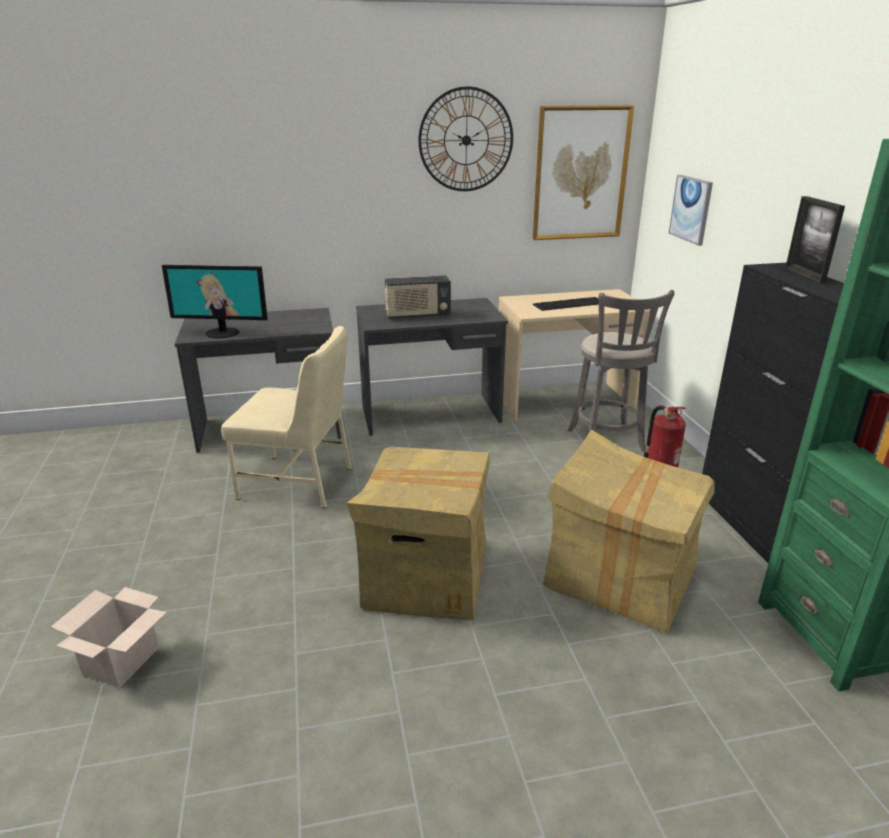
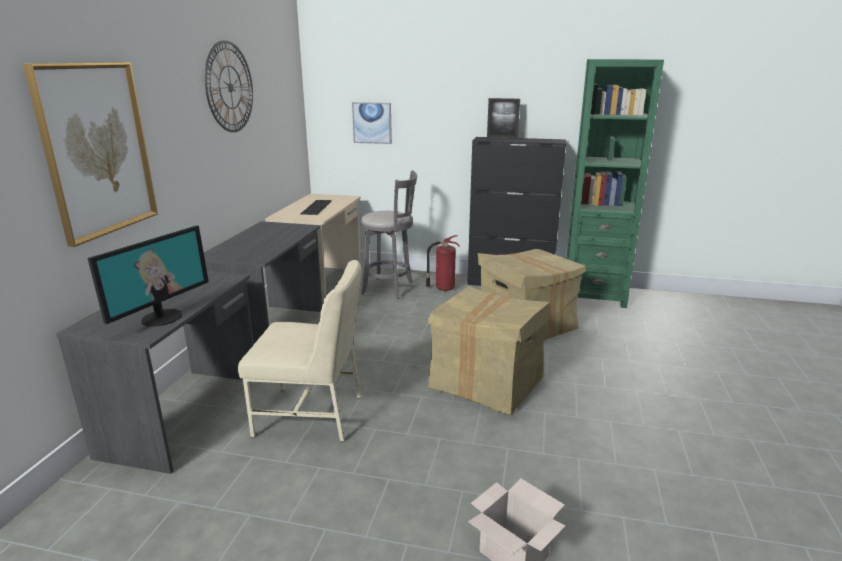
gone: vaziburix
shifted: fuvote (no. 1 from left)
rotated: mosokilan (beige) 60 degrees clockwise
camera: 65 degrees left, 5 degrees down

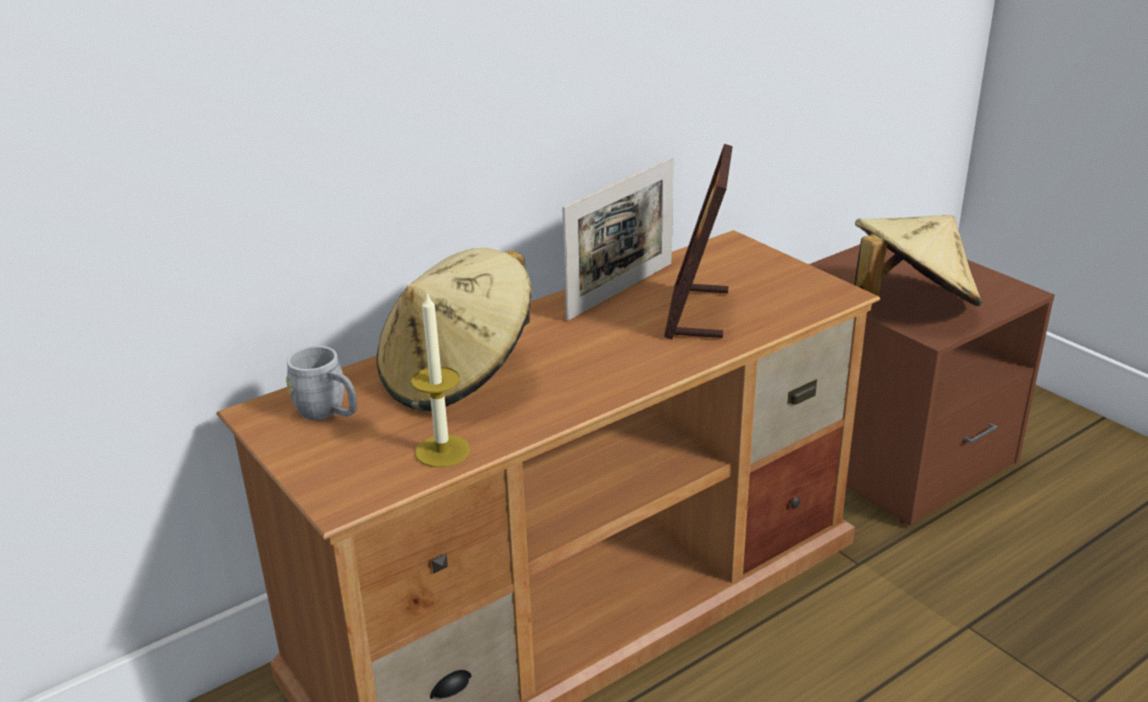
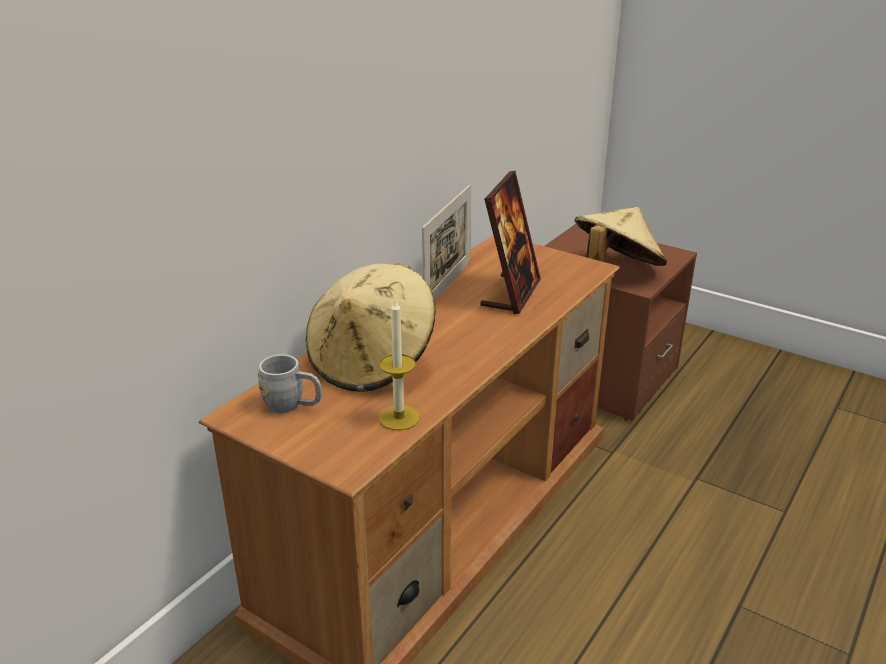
rotated: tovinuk (no. 2 from left) 150 degrees counterclockwise
camera: 20 degrees left, 0 degrees up

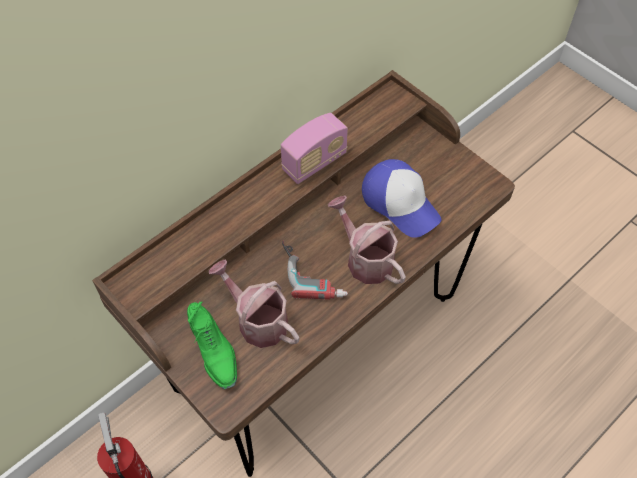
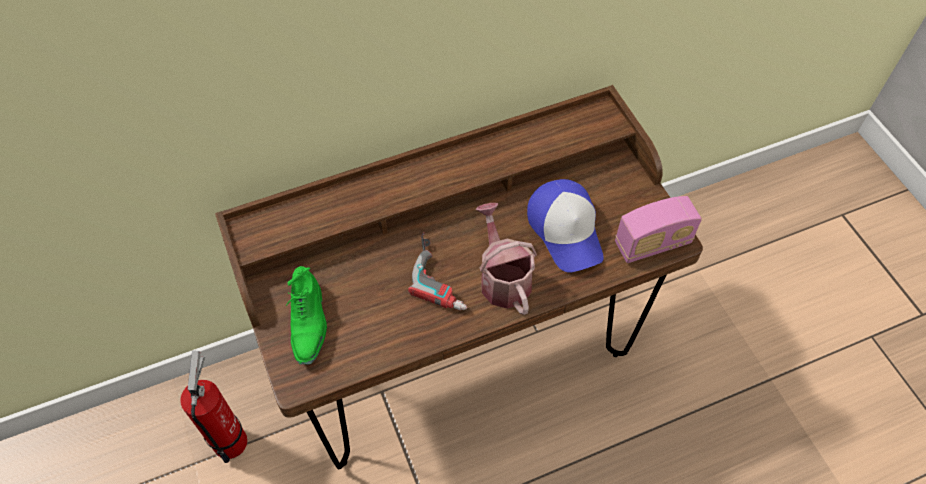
gone: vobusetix (no. 1 from left)
shifted: vaziburix
camera: 20 degrees right, 0 degrees up

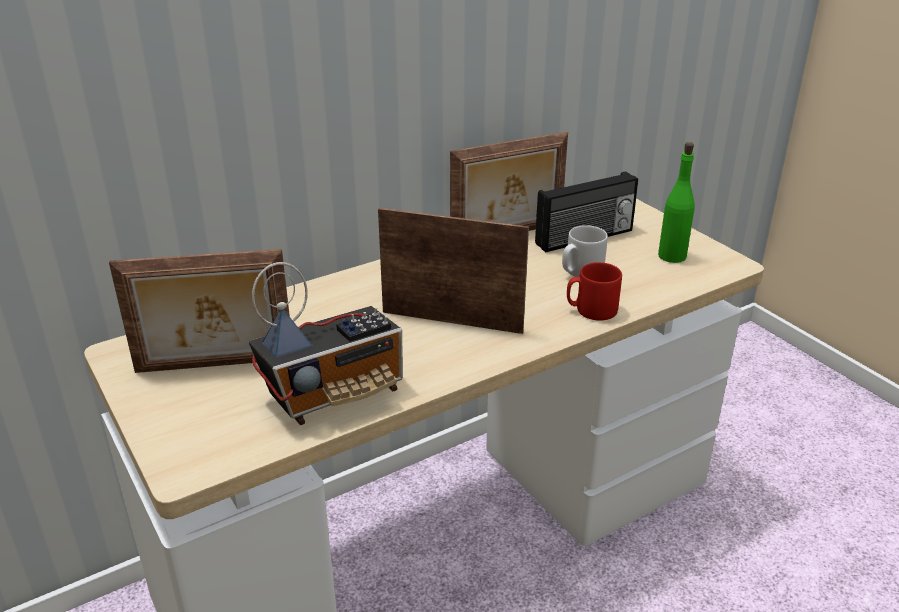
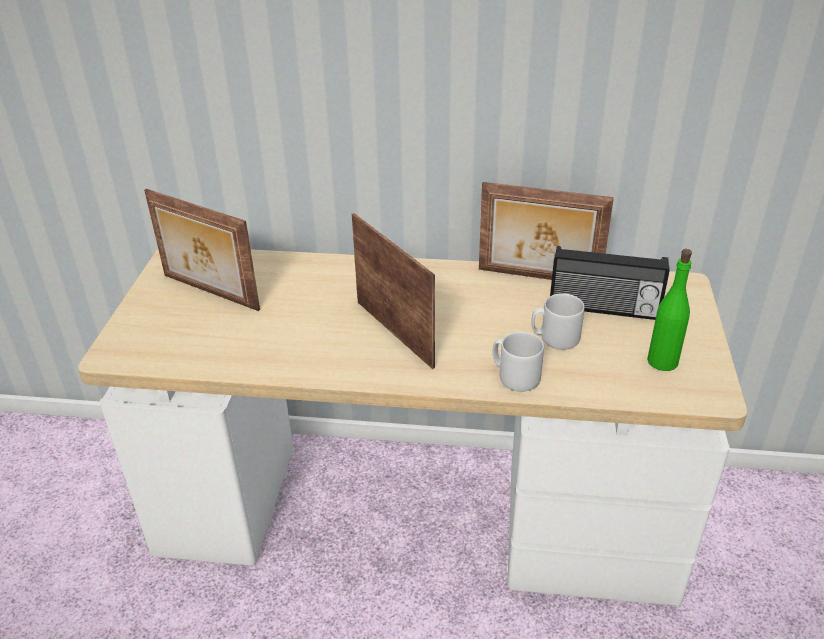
gone: vaziburix (no. 1 from left)
repainted: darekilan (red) to darekilan (grey) (no. 1 from left)
camera: 40 degrees right, 5 degrees up

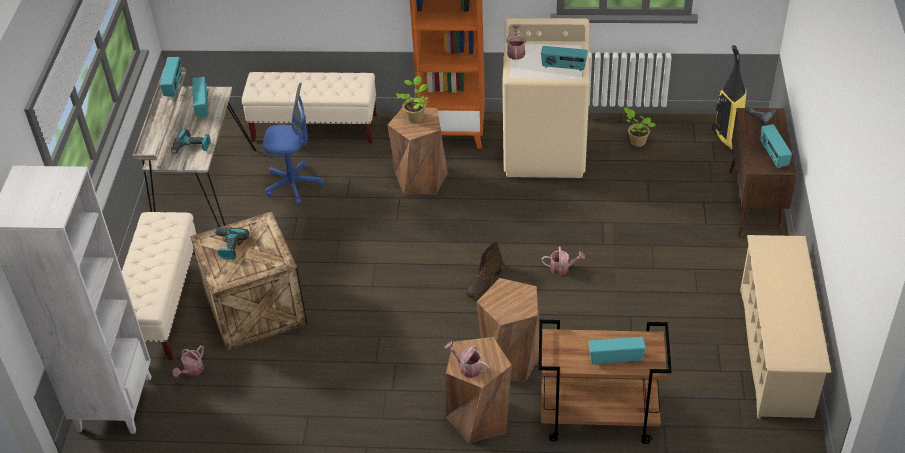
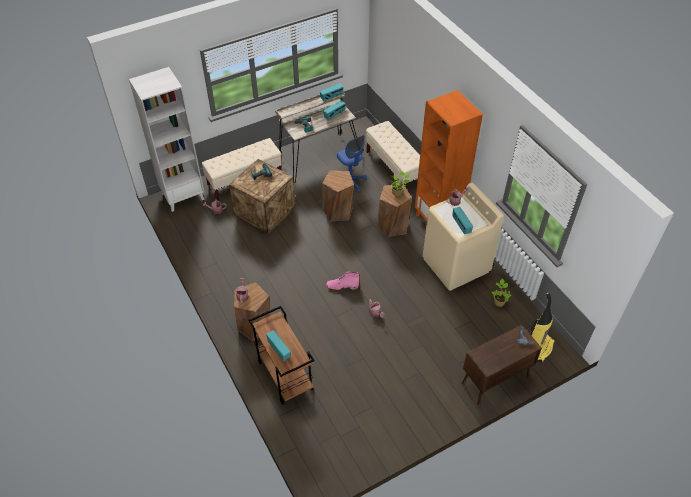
gone: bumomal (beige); vaziburix (no. 5 from left)
shifted: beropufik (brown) (no. 3 from left in the first image) to beropufik (brown) (no. 2 from left)
repainted: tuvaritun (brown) to tuvaritun (pink)
camera: 55 degrees right, 5 degrees up

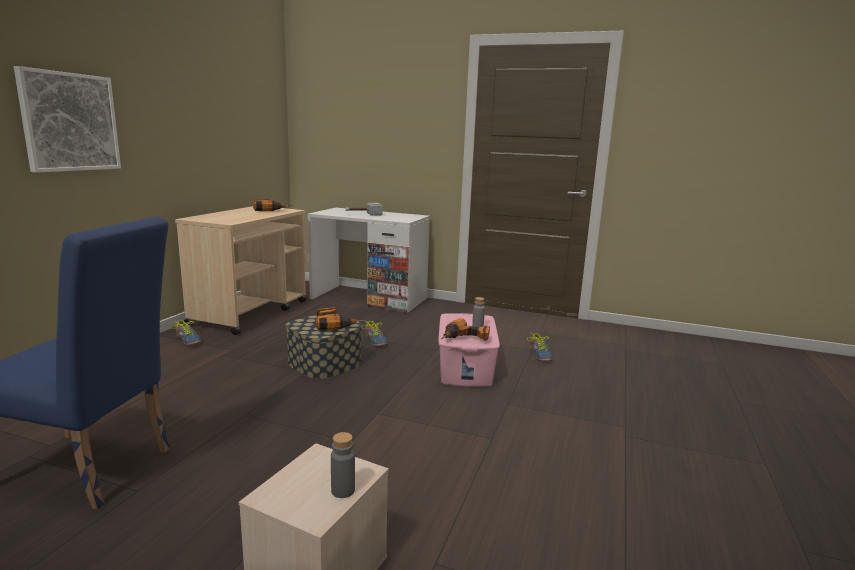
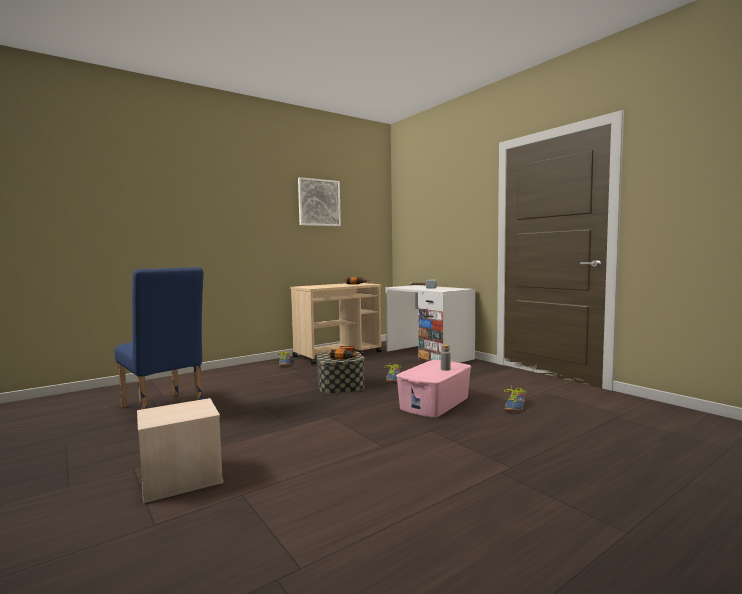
gone: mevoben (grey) (no. 1 from left); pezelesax (no. 3 from left)
shifted: fuvote
camera: 35 degrees right, 10 degrees down

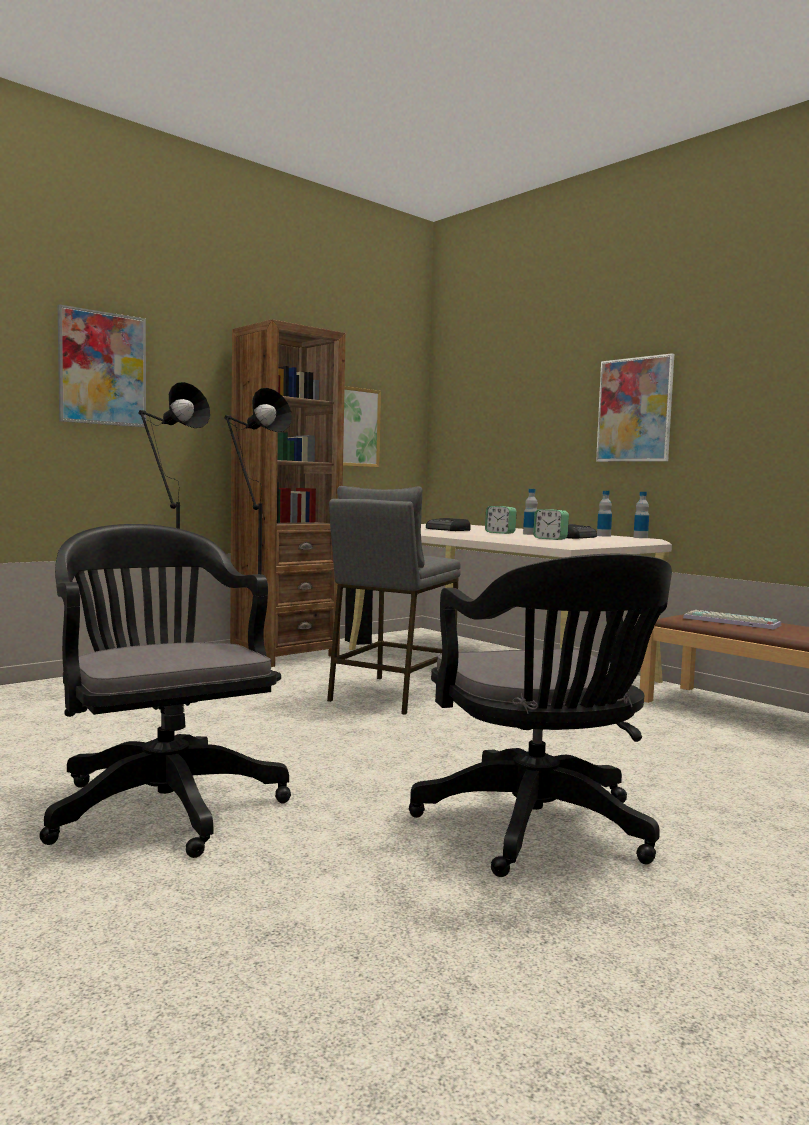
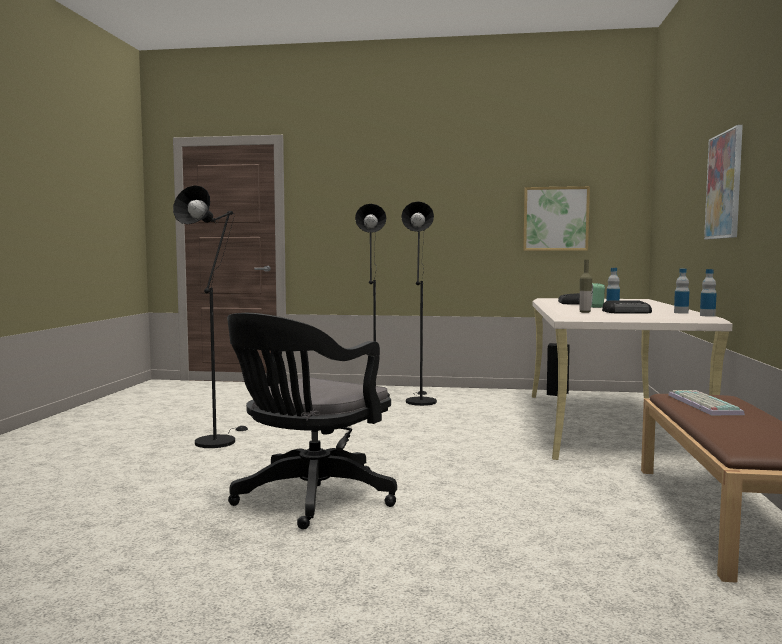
gone: fuvote (no. 1 from left); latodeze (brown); beropufik (grey)
swapped: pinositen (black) (no. 1 from left) to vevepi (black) (no. 1 from left); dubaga (no. 2 from left) to mevoben (no. 1 from left)
camera: 50 degrees right, 0 degrees up

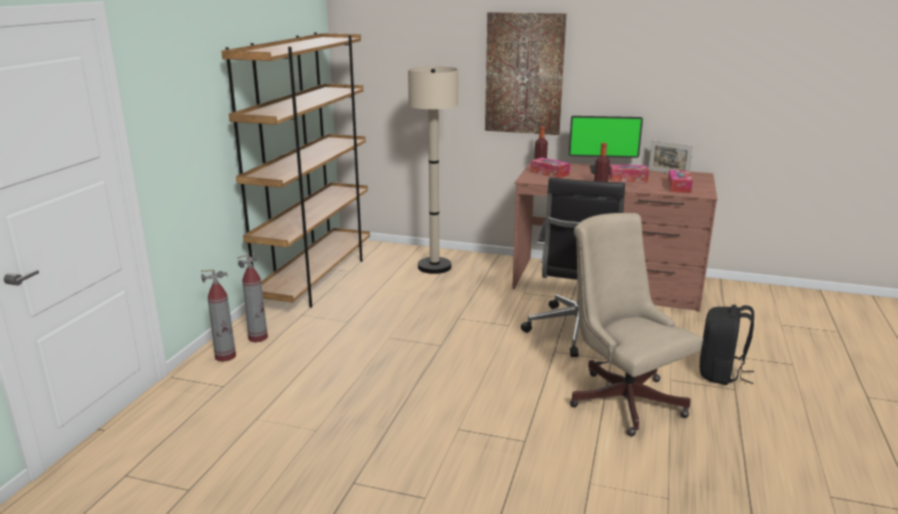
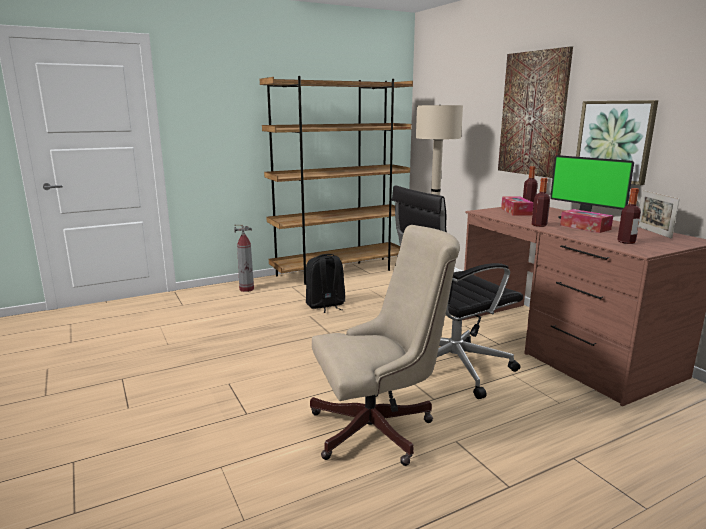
gone: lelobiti (no. 1 from left)
new: fuvote (no. 2 from left)
shifted: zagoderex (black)
swapped: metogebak (no. 3 from left) to mevoben (no. 3 from left)
rotated: pinositen (beige) 60 degrees clockwise
camera: 45 degrees right, 5 degrees down

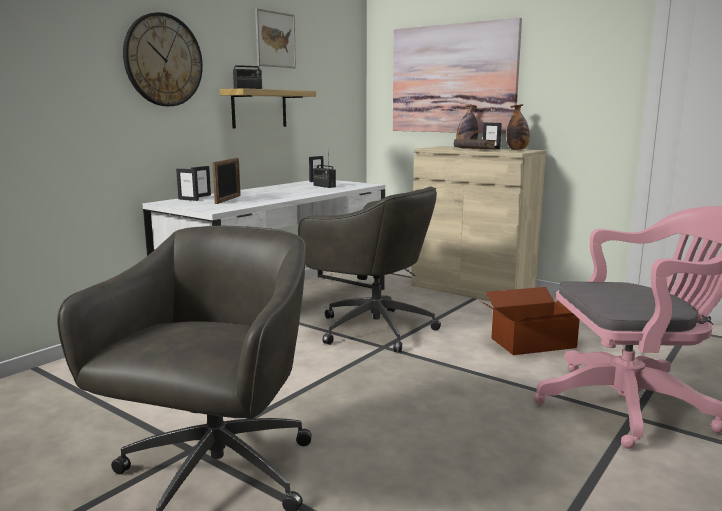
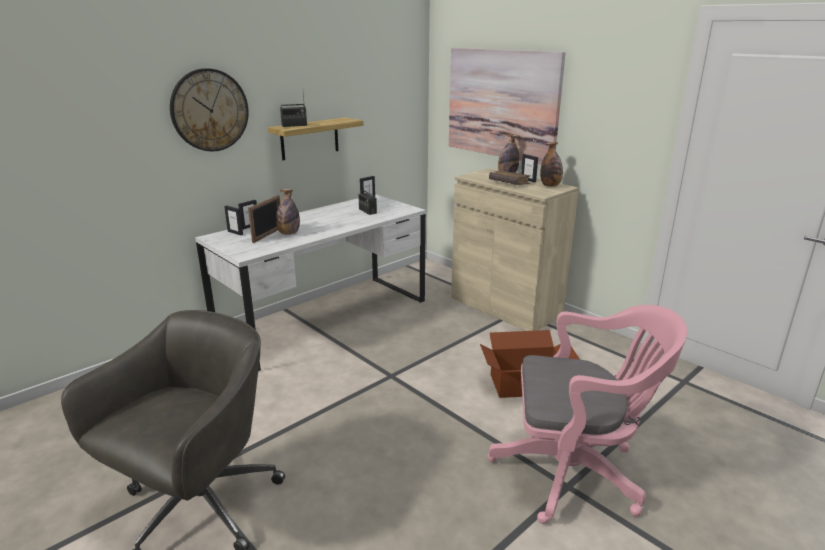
gone: fuvote (no. 1 from left); pinositen (grey) (no. 2 from left)
new: mevoben (no. 1 from left)
camera: 10 degrees right, 10 degrees up

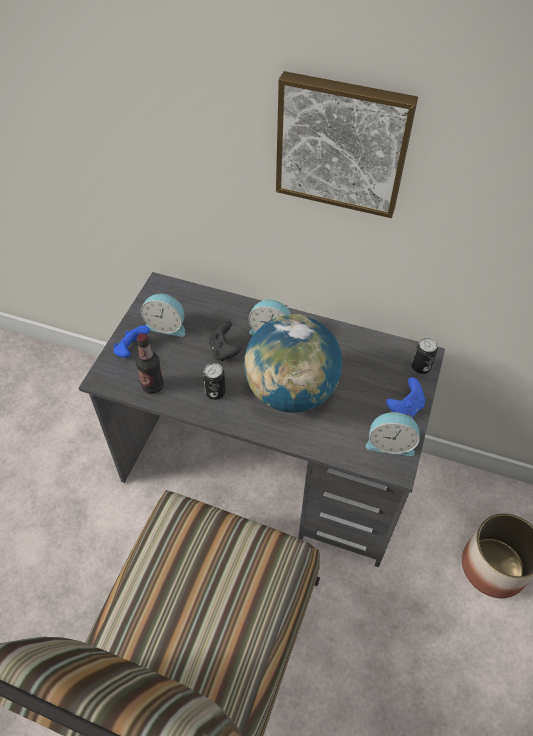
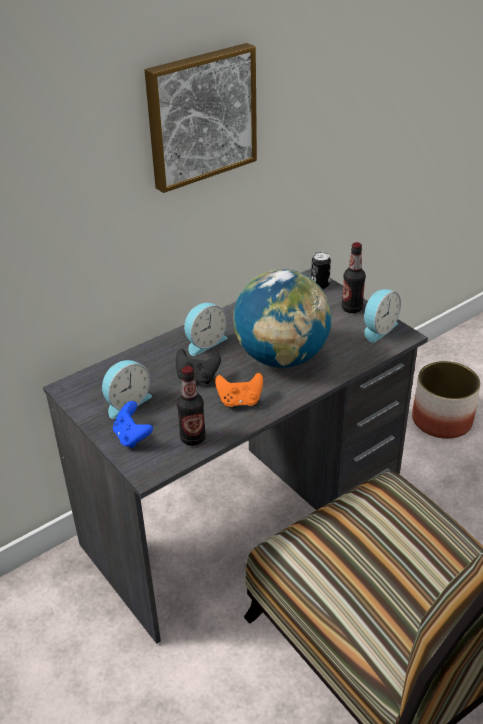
swapped: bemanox (no. 1 from left) to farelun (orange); farelun (blue) (no. 2 from left) to mevoben (no. 2 from left)
camera: 55 degrees left, 15 degrees down

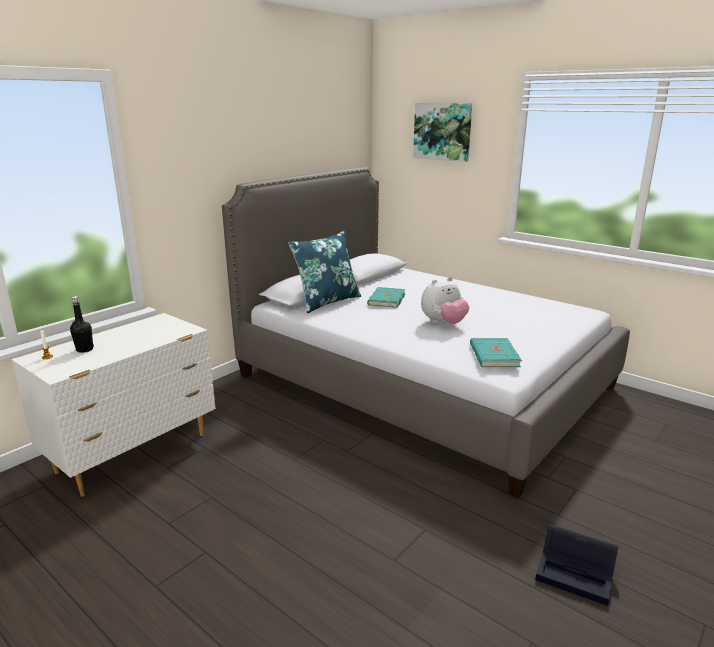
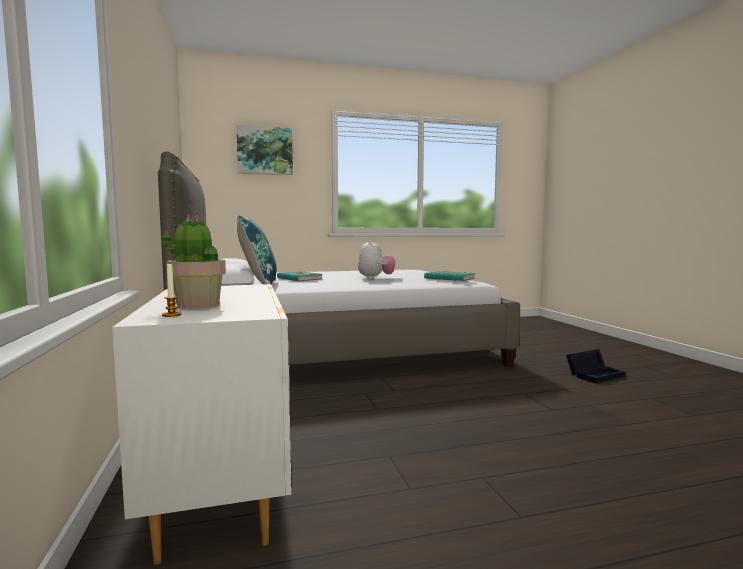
swapped: mevoben (black) to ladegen
camera: 55 degrees left, 15 degrees down

